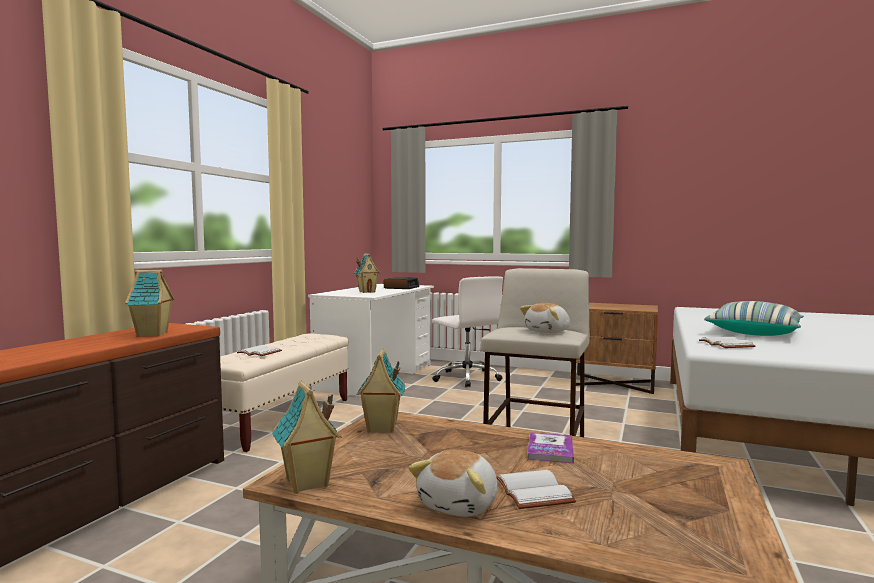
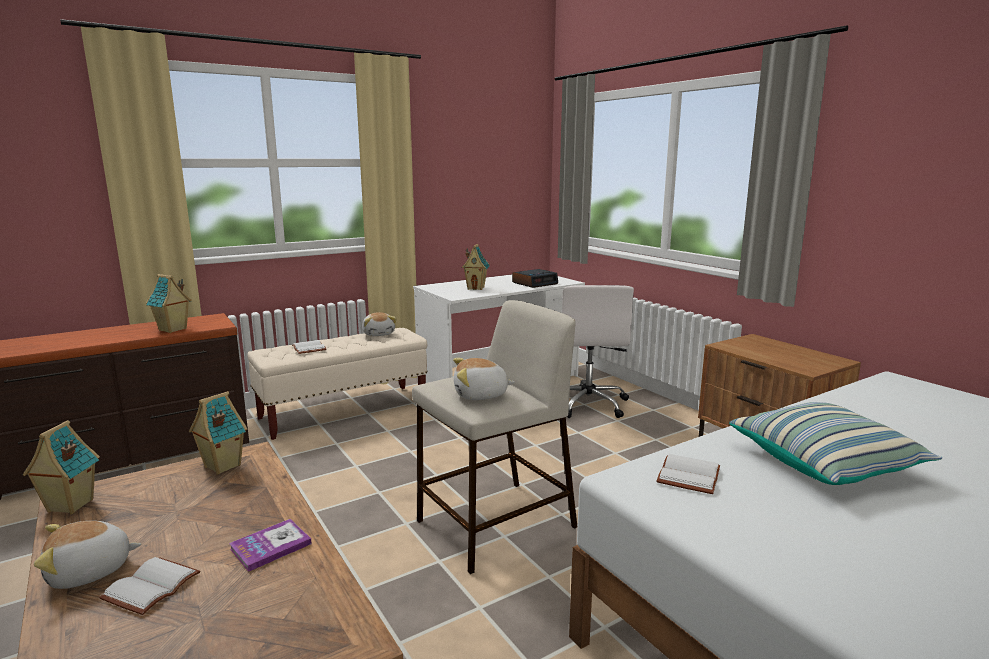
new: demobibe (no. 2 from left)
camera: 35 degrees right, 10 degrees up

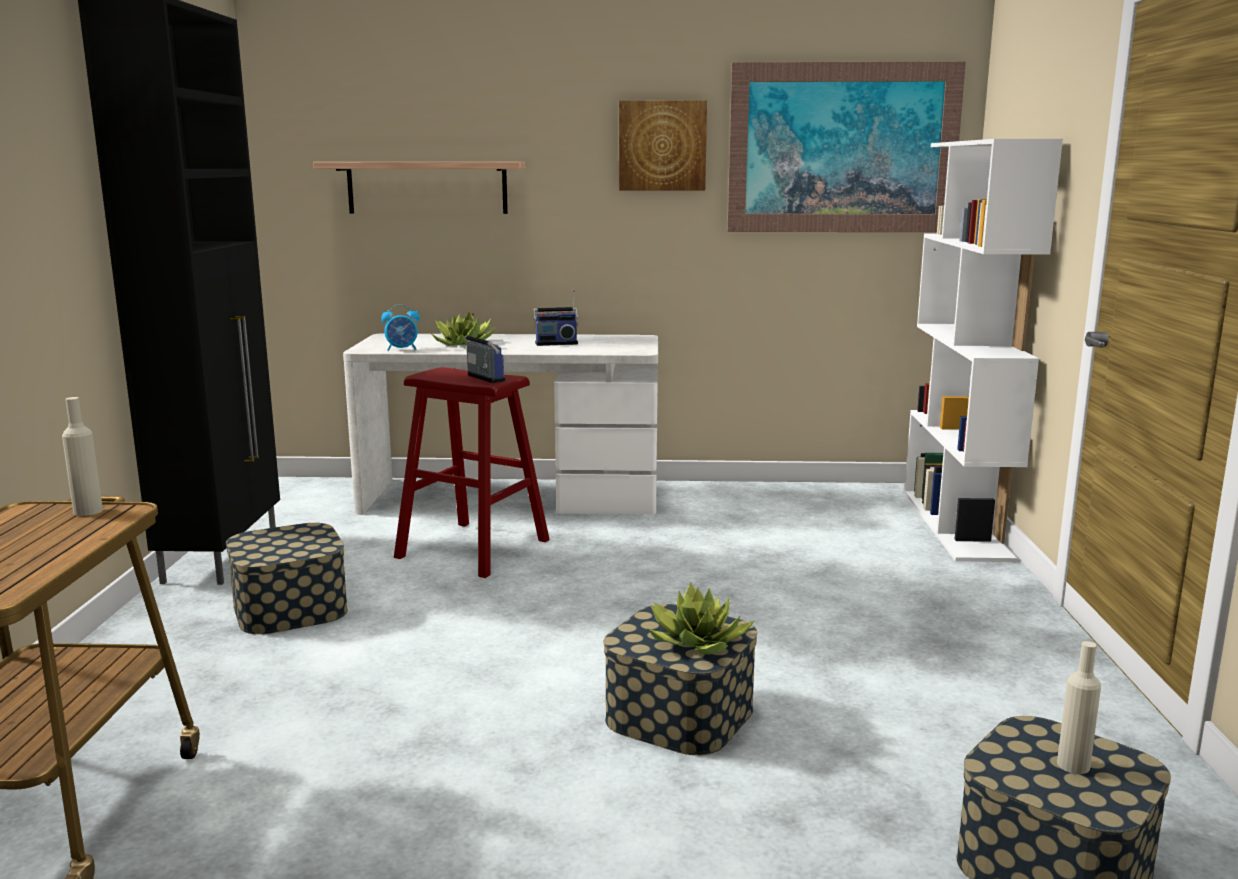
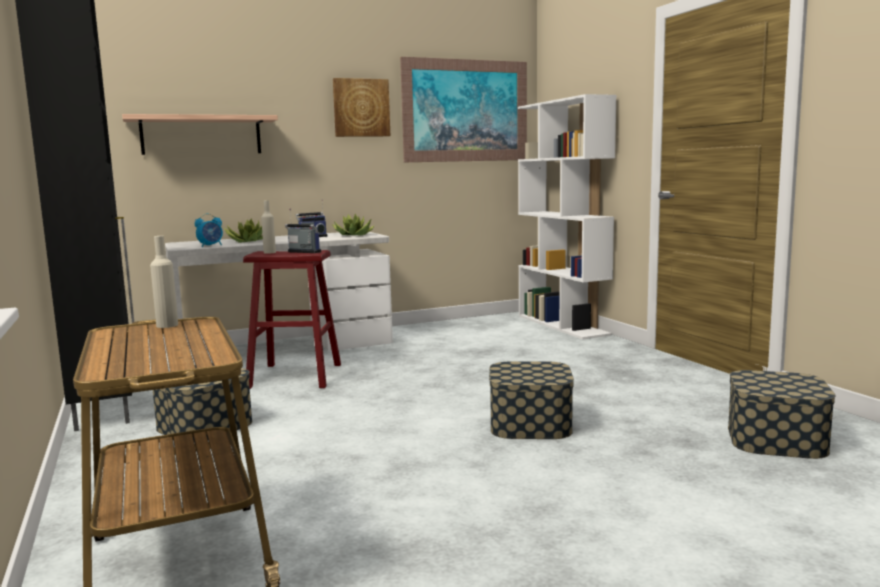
shifted: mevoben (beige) (no. 2 from left); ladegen (no. 2 from left)
camera: 25 degrees left, 5 degrees down

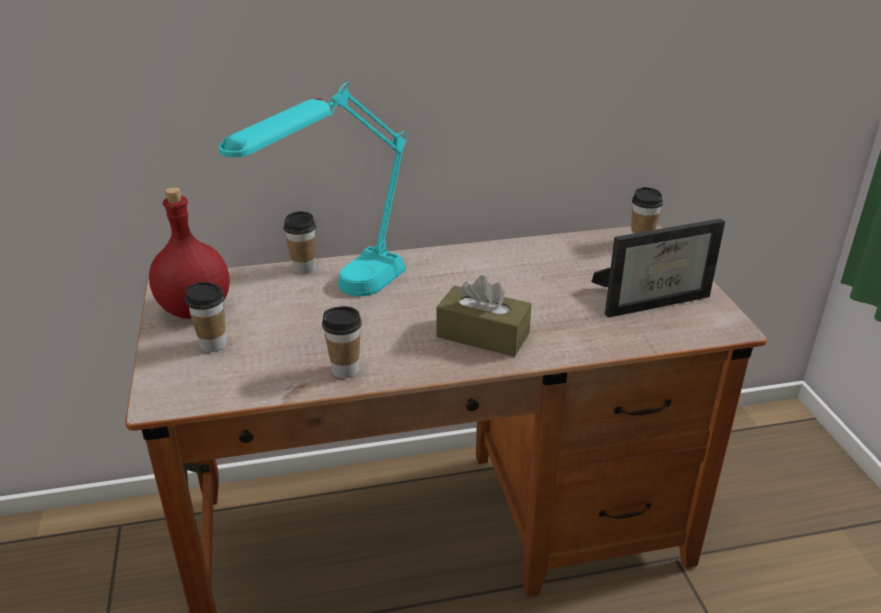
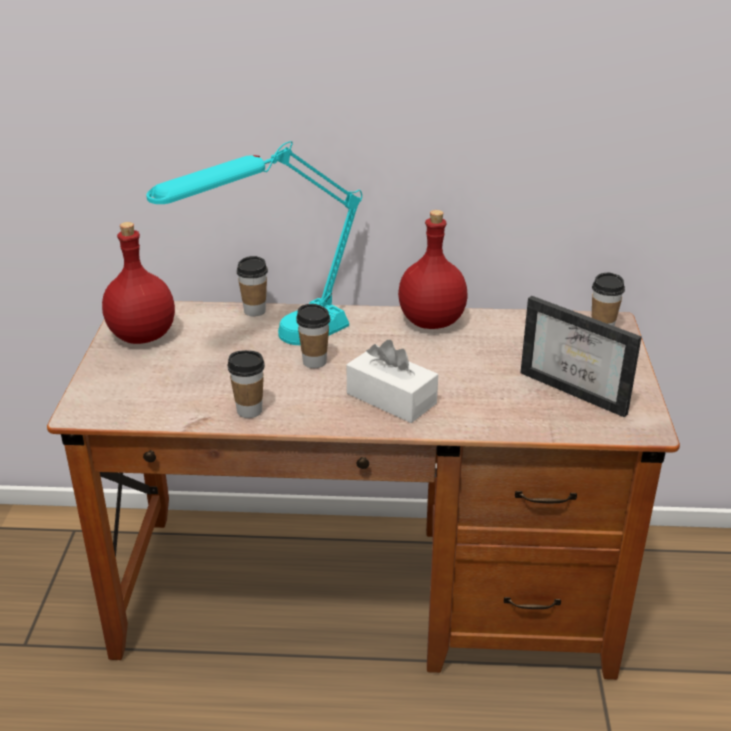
new: mevoben (red) (no. 2 from left)
shifted: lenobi (no. 1 from left in the first image) to lenobi (no. 3 from left)
repainted: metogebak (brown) to metogebak (white)
rotated: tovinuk 45 degrees clockwise
camera: 15 degrees right, 0 degrees up

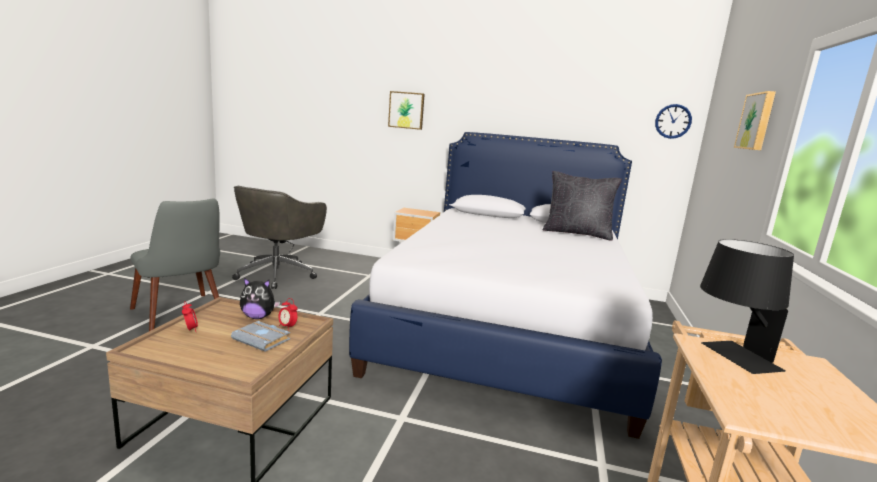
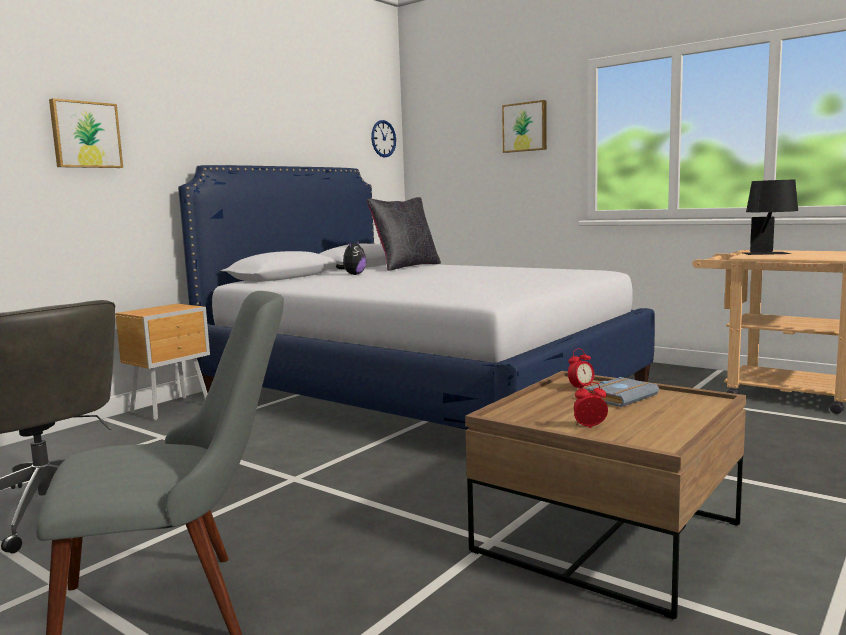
shifted: demobibe
camera: 65 degrees left, 5 degrees down

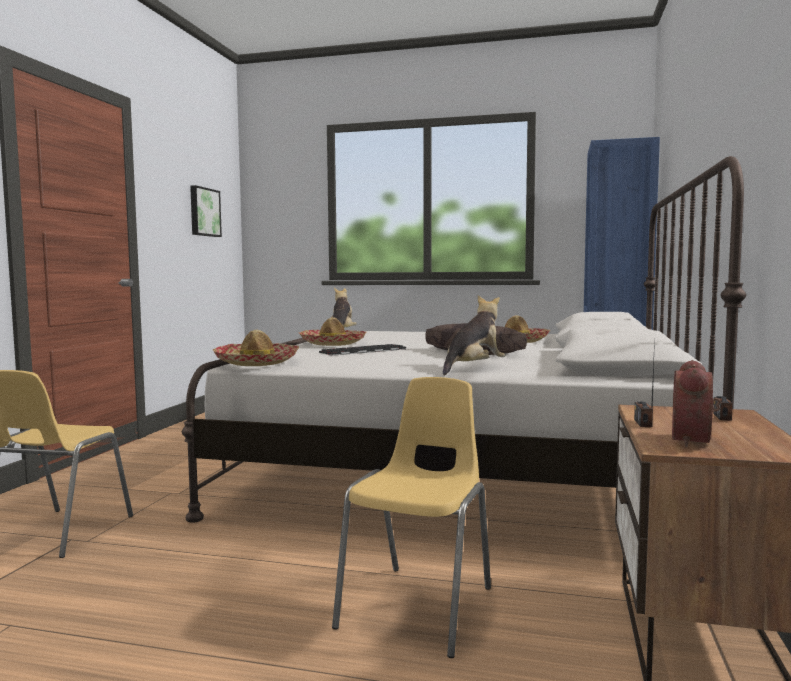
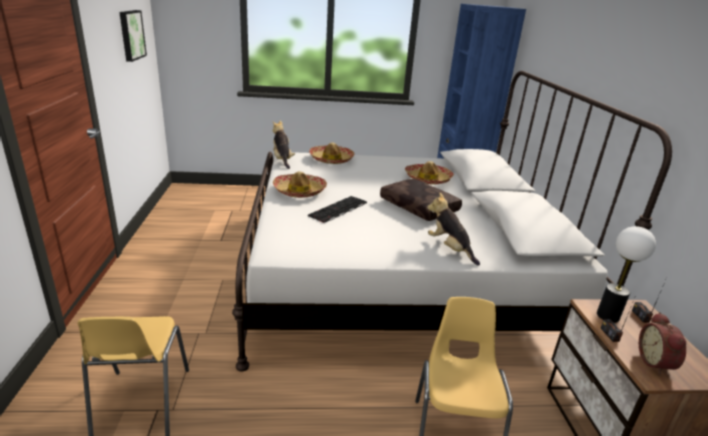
new: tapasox
shifted: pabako (no. 1 from left in the first image) to pabako (no. 2 from left)
rotated: demobibe (no. 2 from left) 60 degrees counterclockwise
camera: 20 degrees left, 20 degrees up

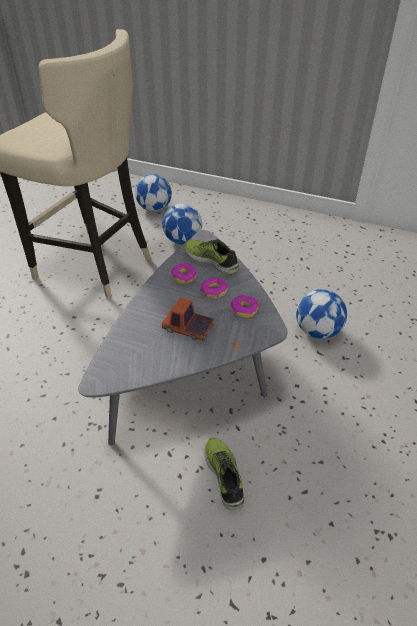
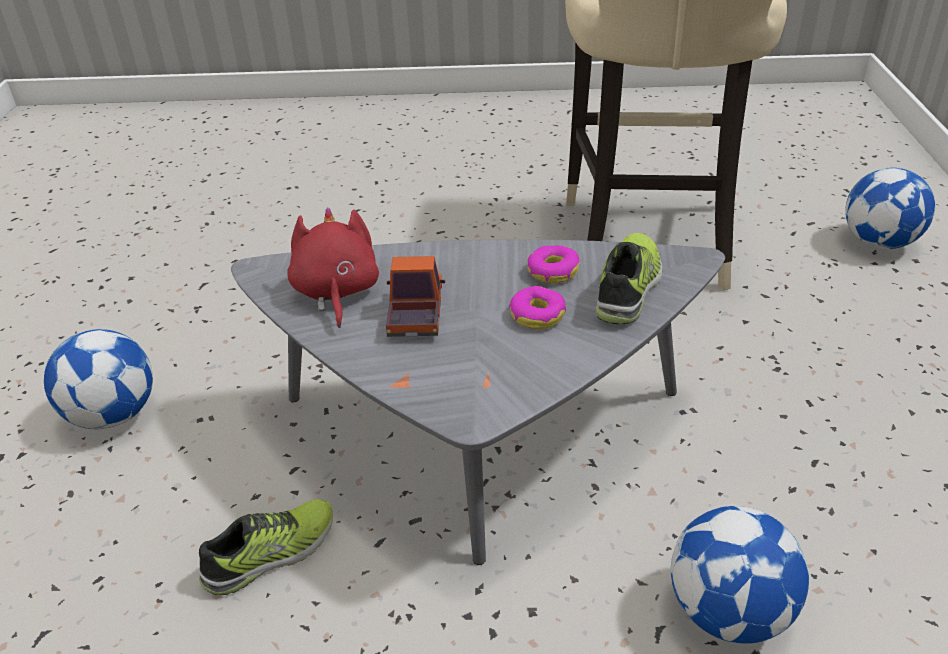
gone: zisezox (no. 3 from left)
new: demobibe (red)
shifted: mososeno (no. 2 from left in the first image) to mososeno (no. 1 from left)
camera: 70 degrees right, 5 degrees down

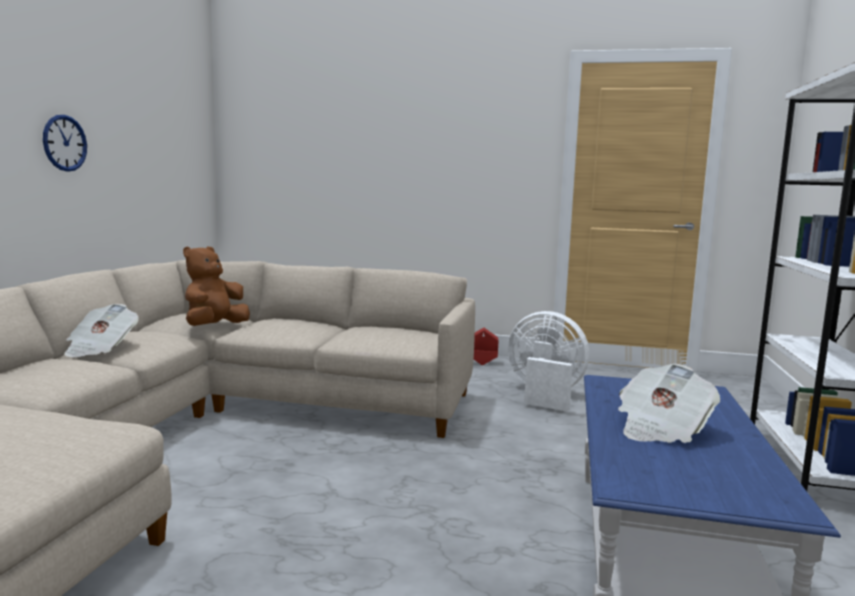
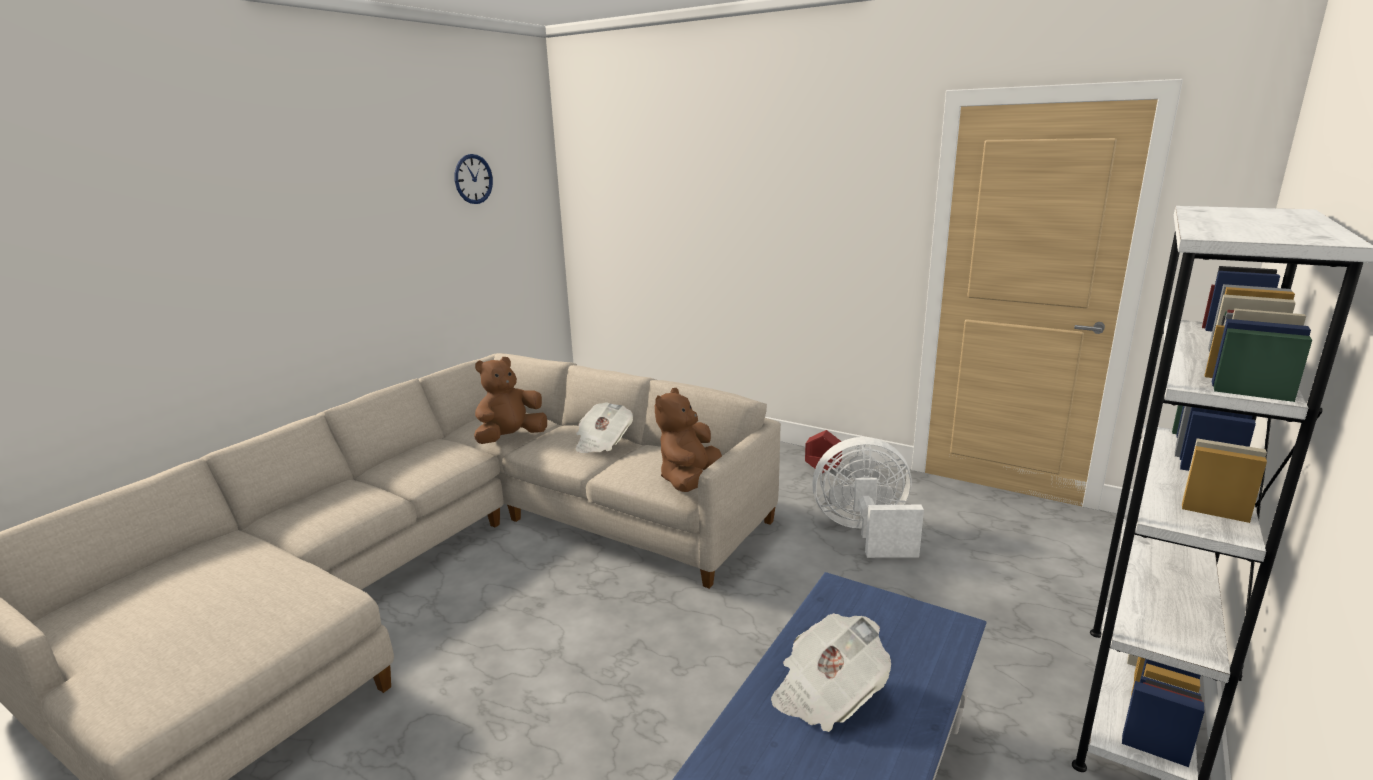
new: demobibe (brown) (no. 2 from left)
shifted: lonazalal; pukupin (no. 1 from left)
rotated: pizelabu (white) 45 degrees counterclockwise
camera: 20 degrees right, 10 degrees up

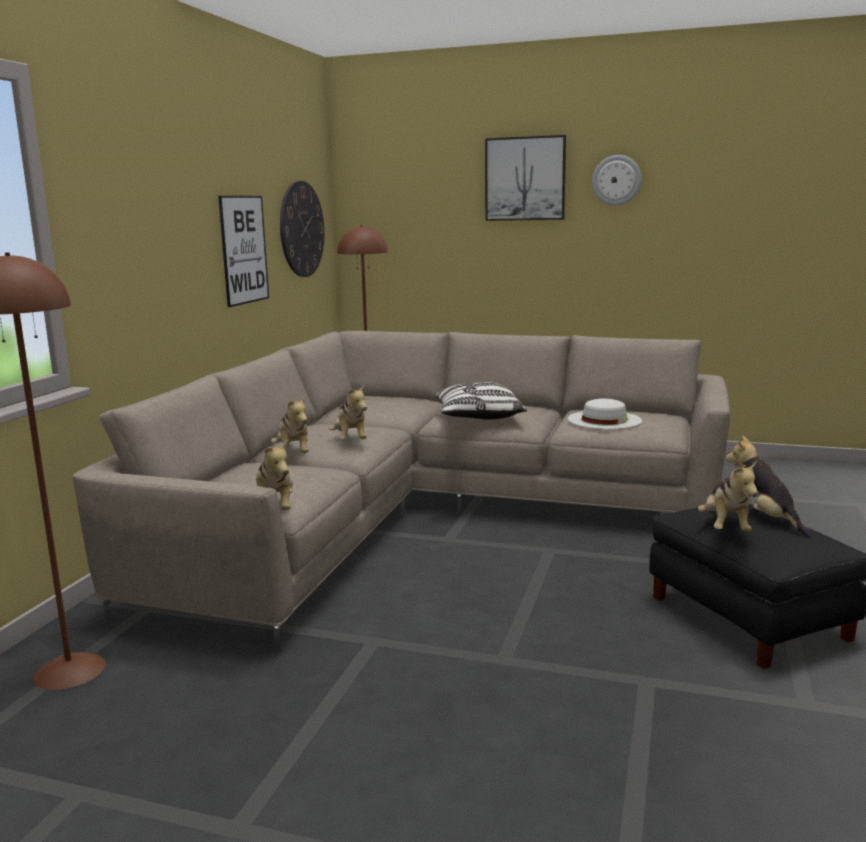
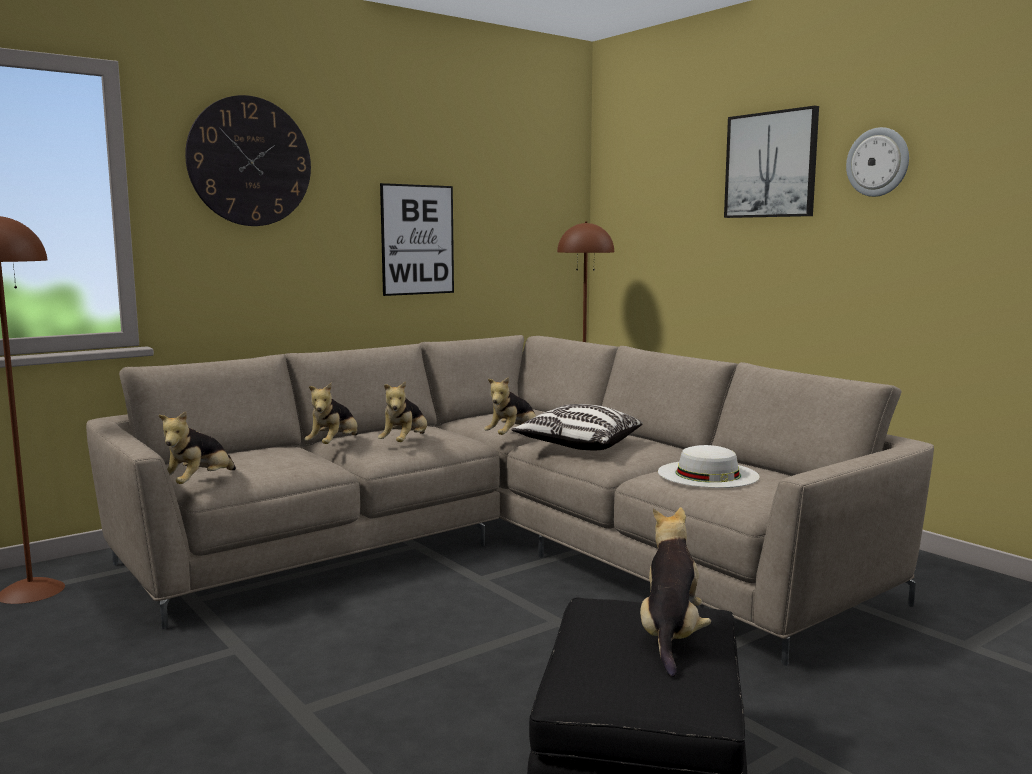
shifted: lonazalal (no. 1 from left); demobibe (no. 4 from left)
camera: 35 degrees right, 5 degrees down

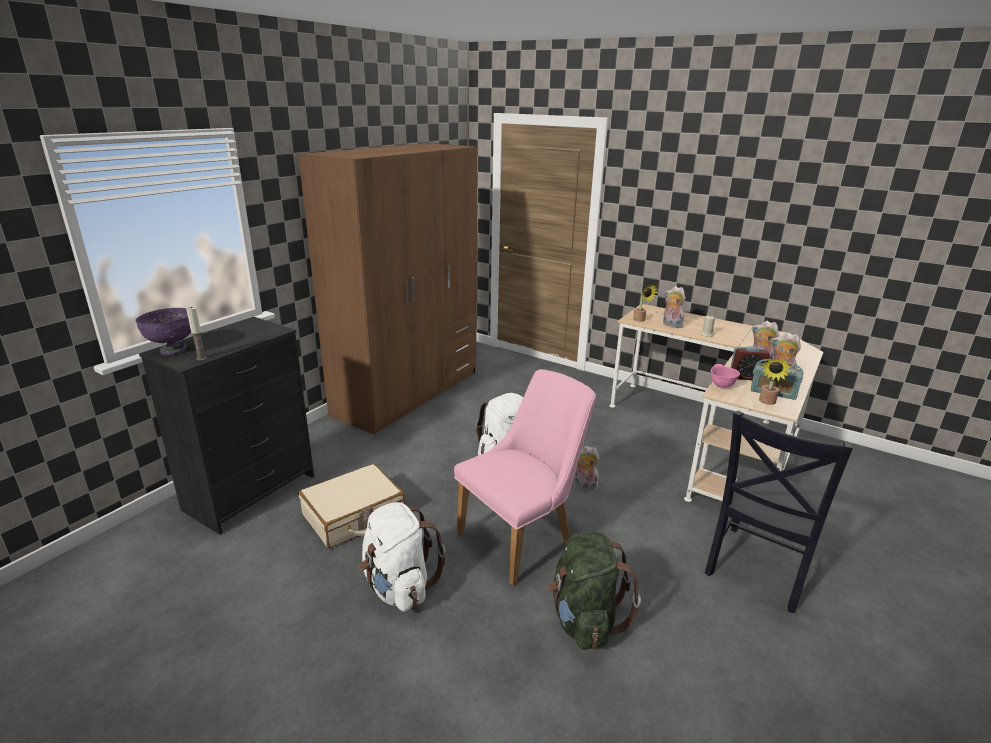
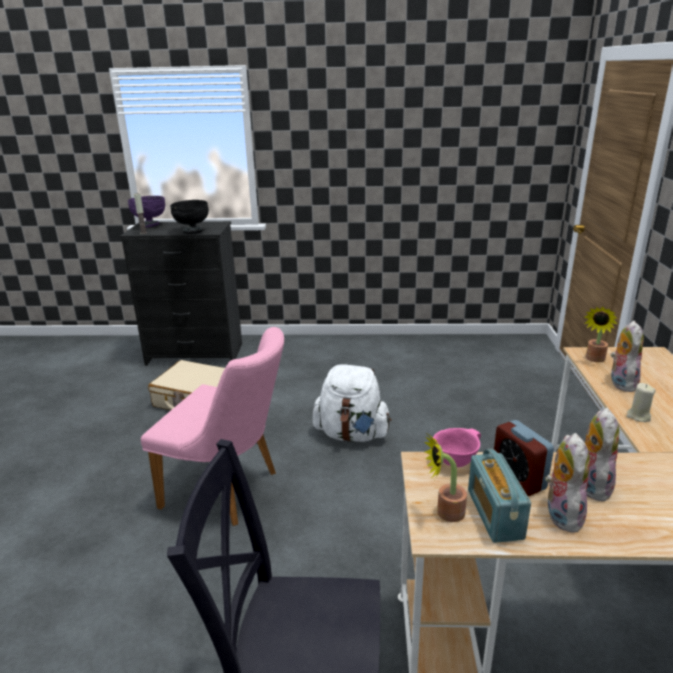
gone: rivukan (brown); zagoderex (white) (no. 1 from left); zagoderex (green); demobibe (no. 1 from left)
new: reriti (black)
camera: 60 degrees right, 0 degrees up

